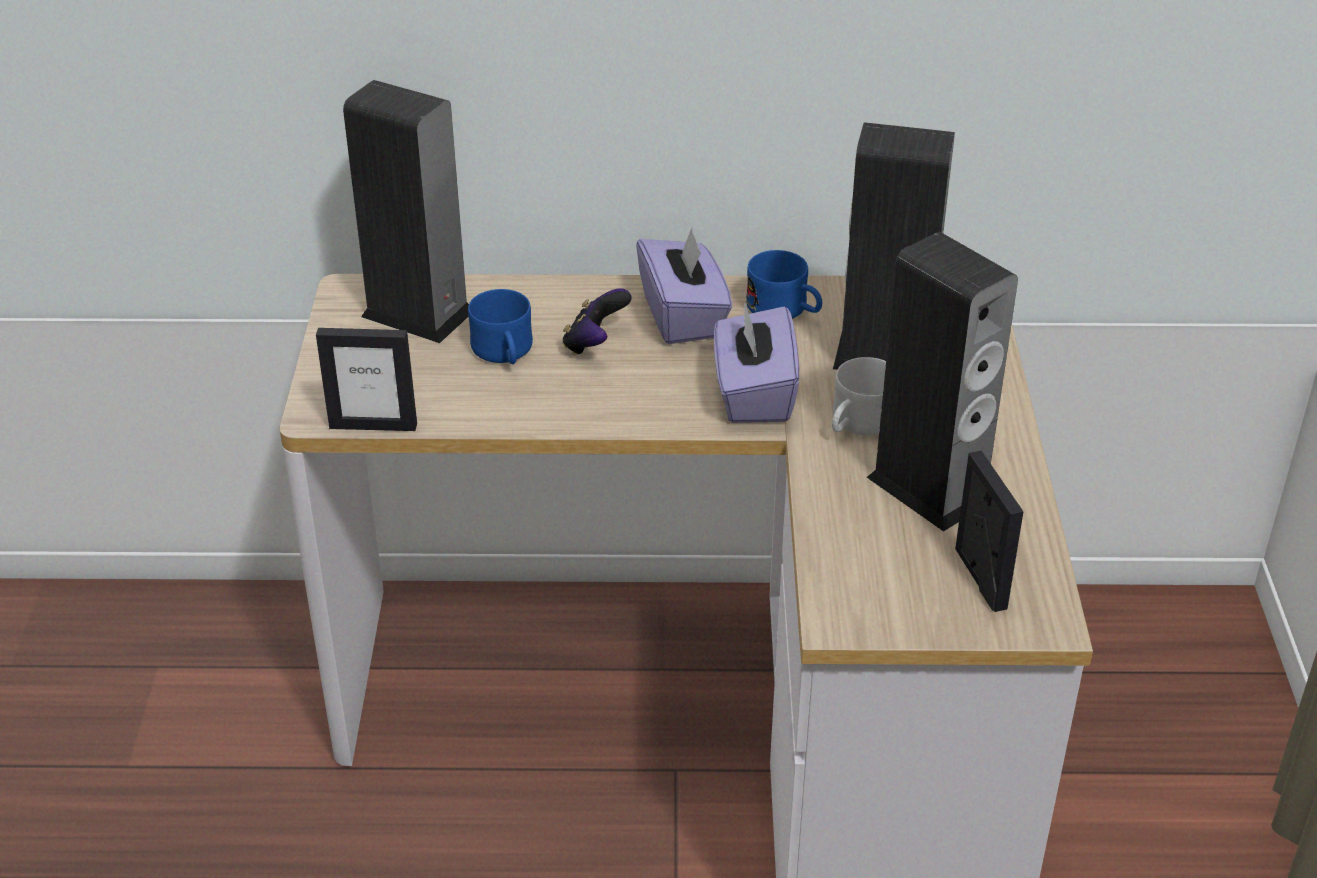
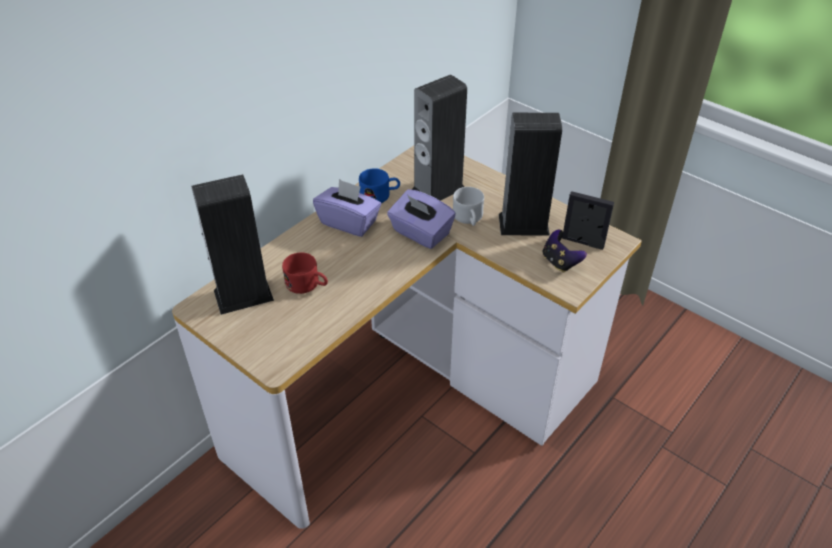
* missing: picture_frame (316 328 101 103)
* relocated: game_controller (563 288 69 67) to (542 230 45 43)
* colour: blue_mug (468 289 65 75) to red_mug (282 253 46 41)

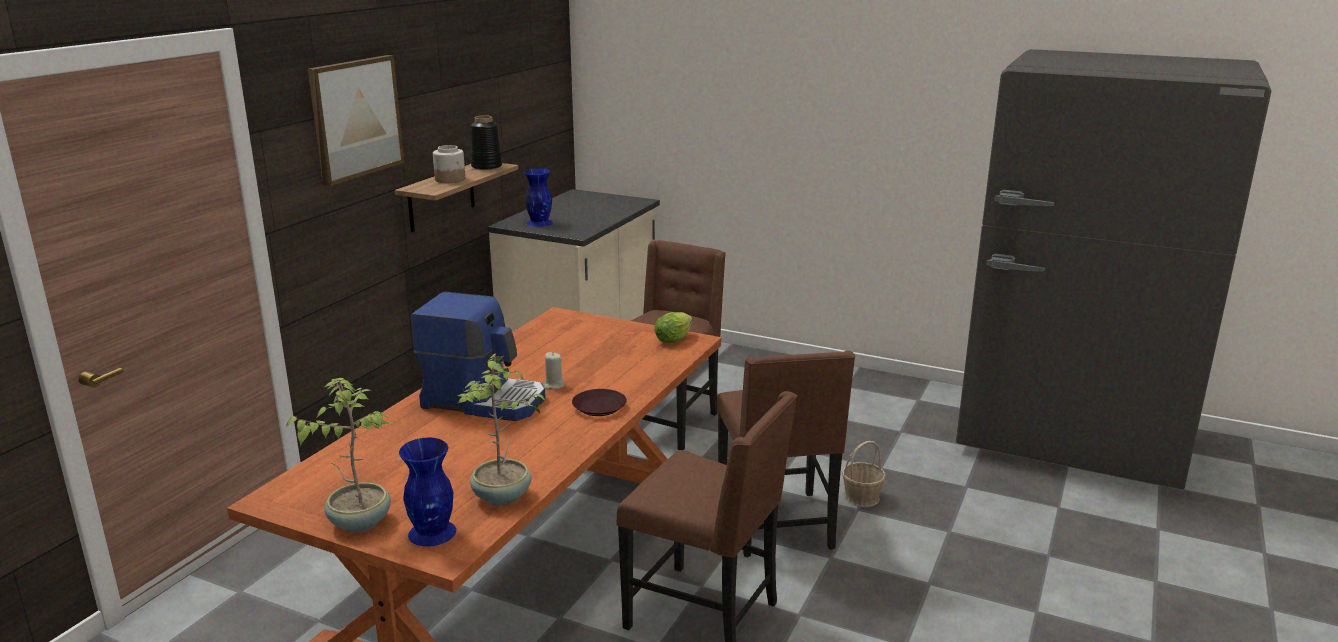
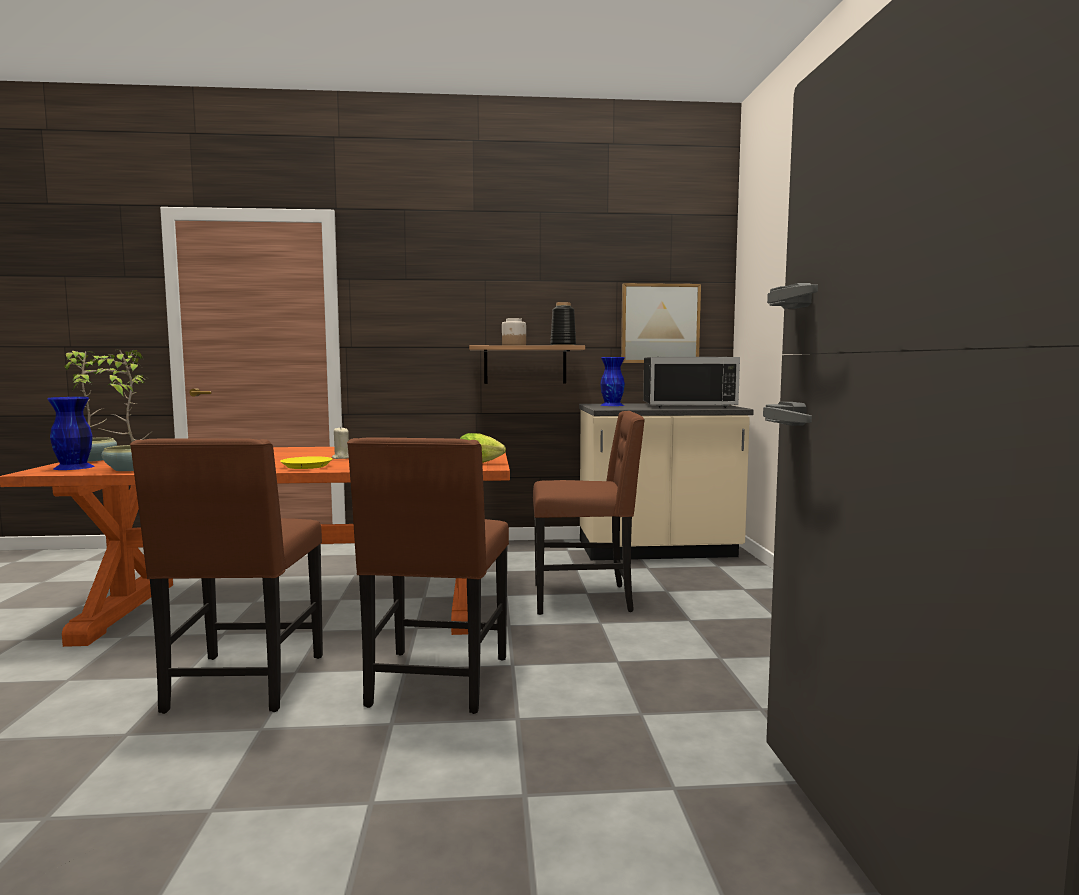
* missing: coffee_machine (411 292 134 129)
* missing: basket (842 441 44 66)
* appeared: black_microwave (643 357 97 51)
* relocated: picture (308 55 96 131) to (621 283 80 80)
* colour: brown_plate (572 389 55 27) to yellow_plate (280 456 52 13)
* spun: brown_chair (717 351 139 206) = (347 437 162 277) 45 degrees counterclockwise

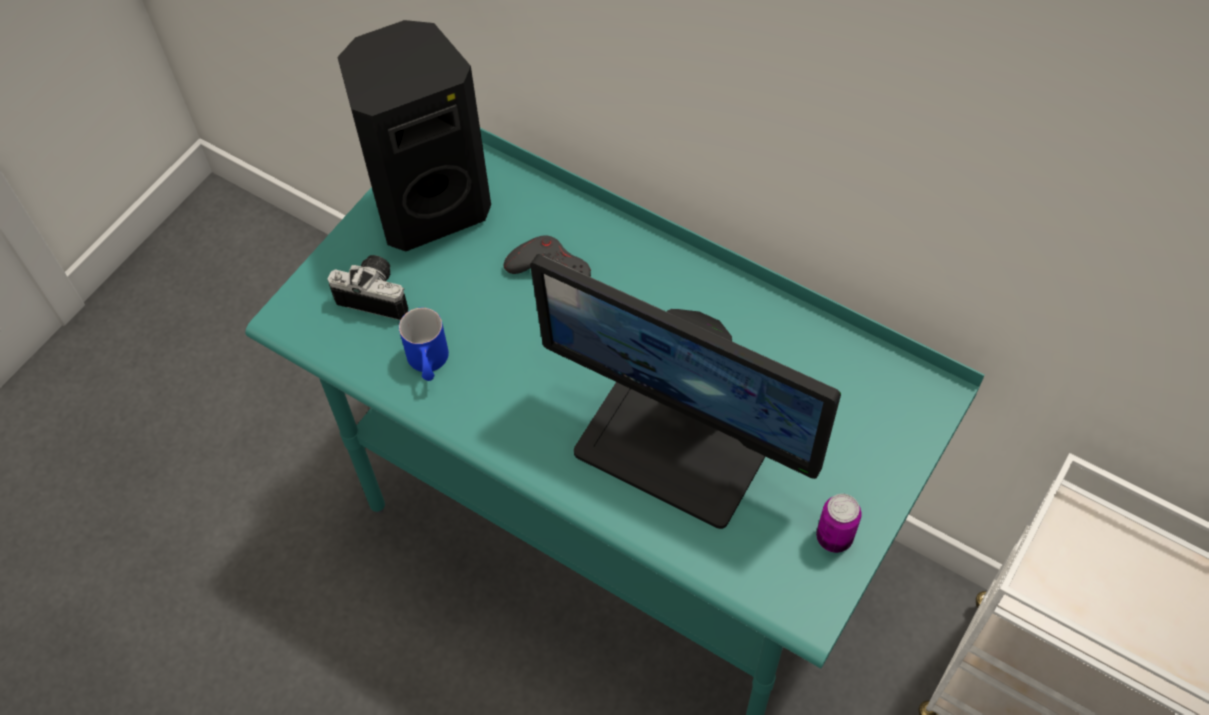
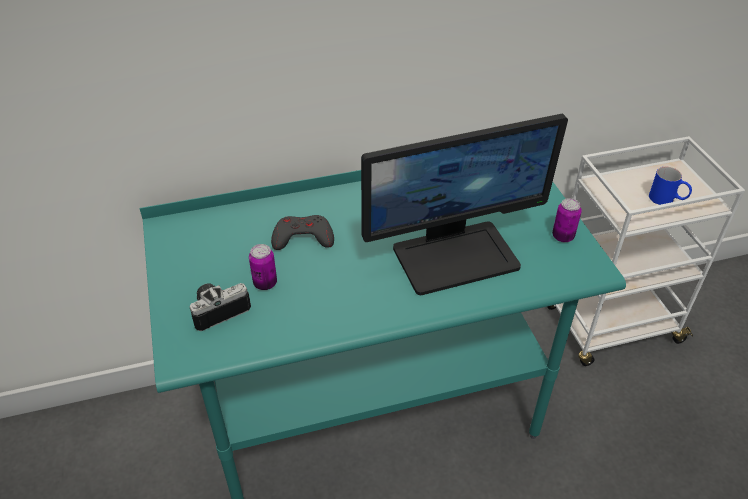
* missing: black_speaker (337 20 154 232)
* appeared: can (249 244 28 46)
* relocated: blue_mug (399 308 50 73) to (649 167 43 38)

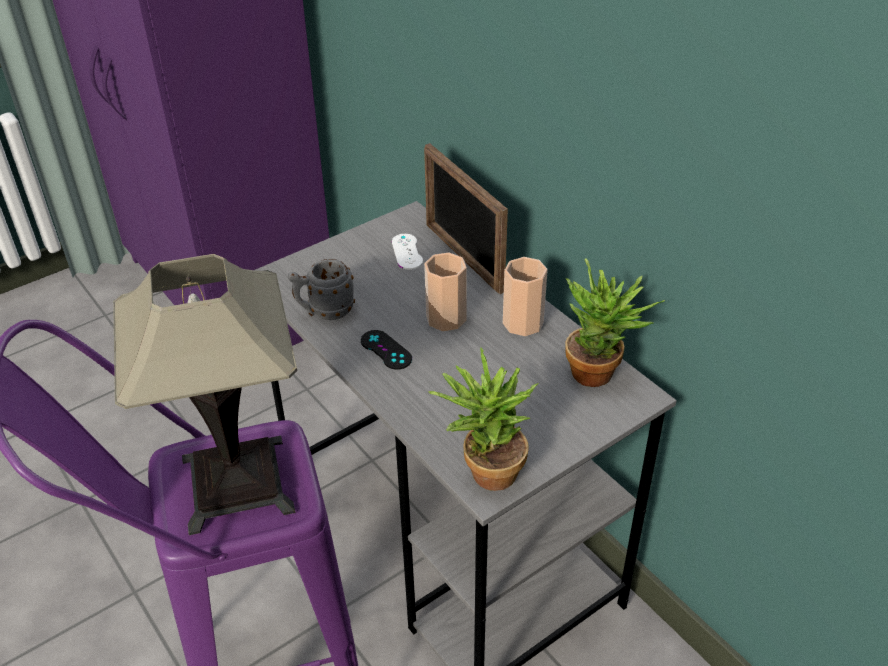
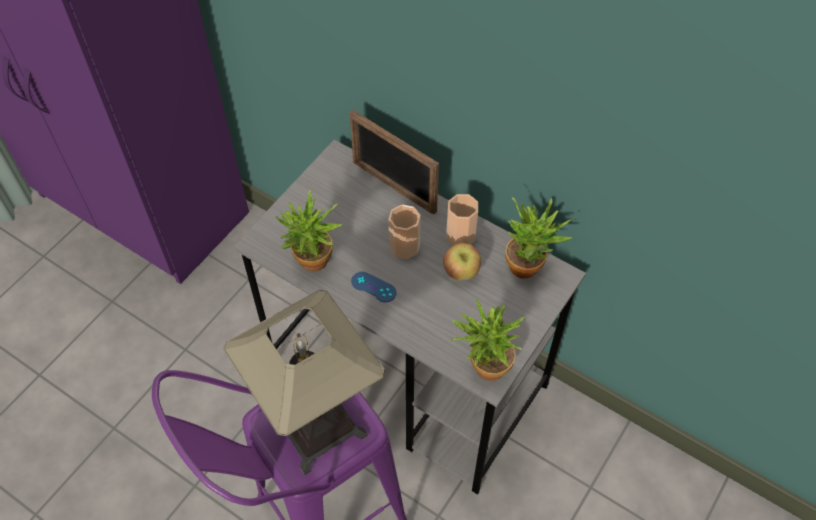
* missing: white_game_controller (392 234 31 36)
* appeared: apple (443 243 38 38)
* exchanged: grey_mug (288 259 67 61) to potted_plant (276 190 67 82)
* colour: black_game_controller (361 330 51 40) to blue_game_controller (351 272 46 30)

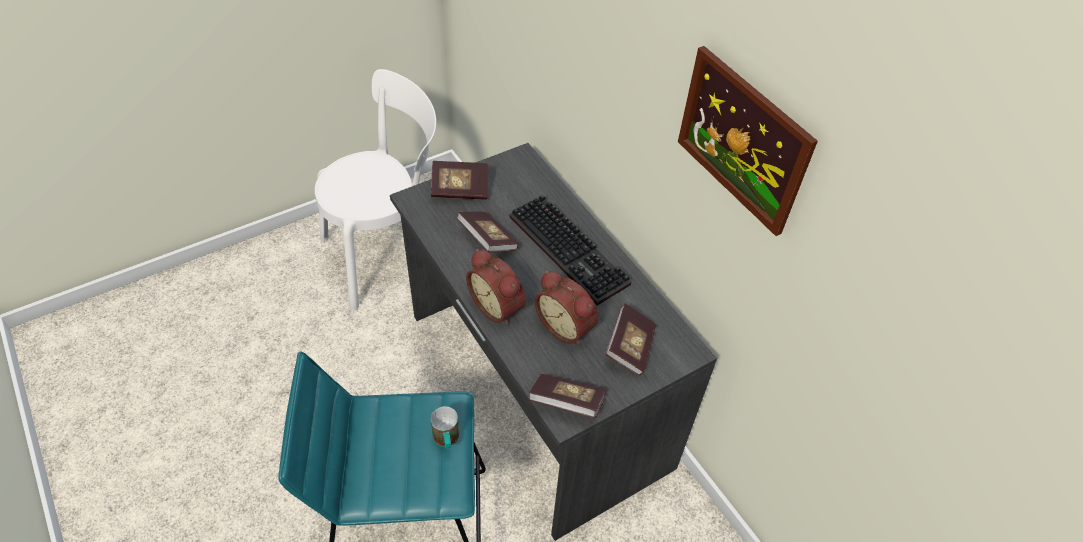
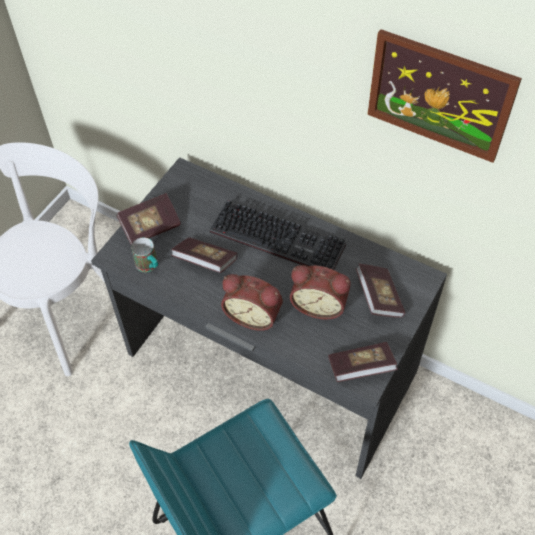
* relocated: mug (431 406 28 43) to (131 238 27 34)

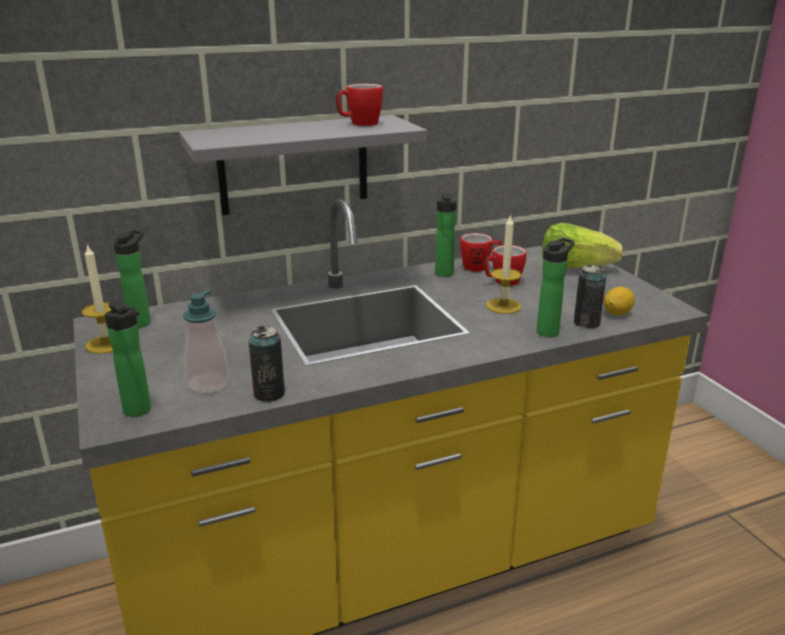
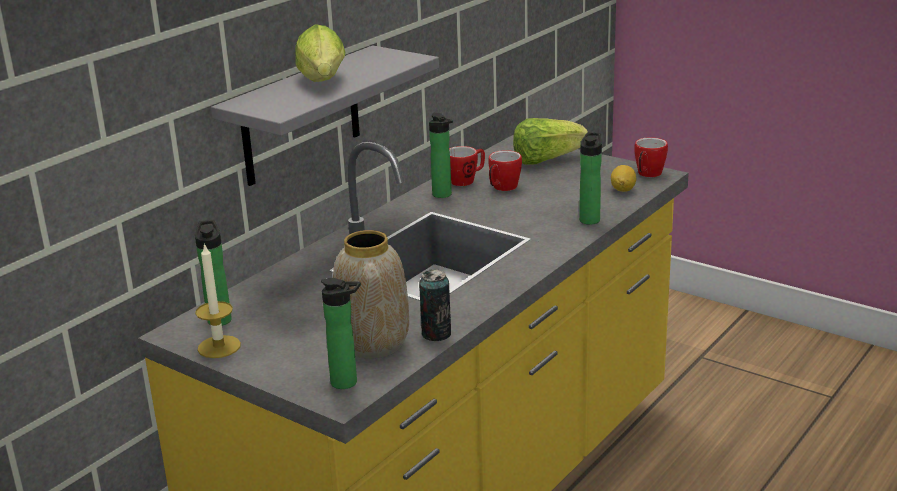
* missing: candle (486 214 36 100)
* missing: can (574 265 32 63)
* appeared: lettuce (295 24 50 58)
* relocated: mug (336 84 47 42) to (634 137 34 40)
* exchanged: soap_dispenser (183 290 46 103) to vase (333 230 76 128)

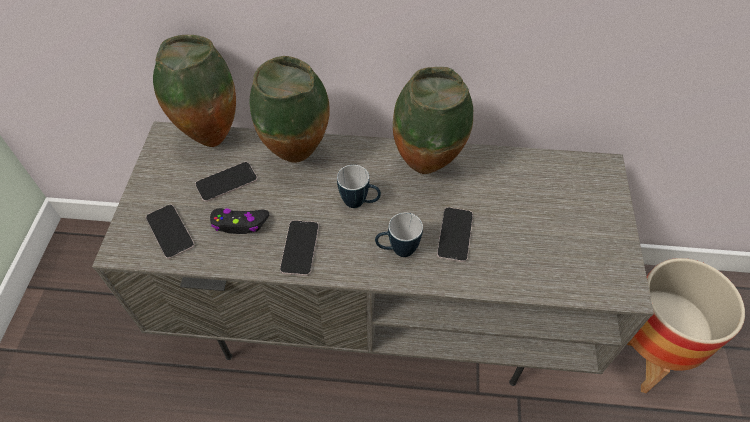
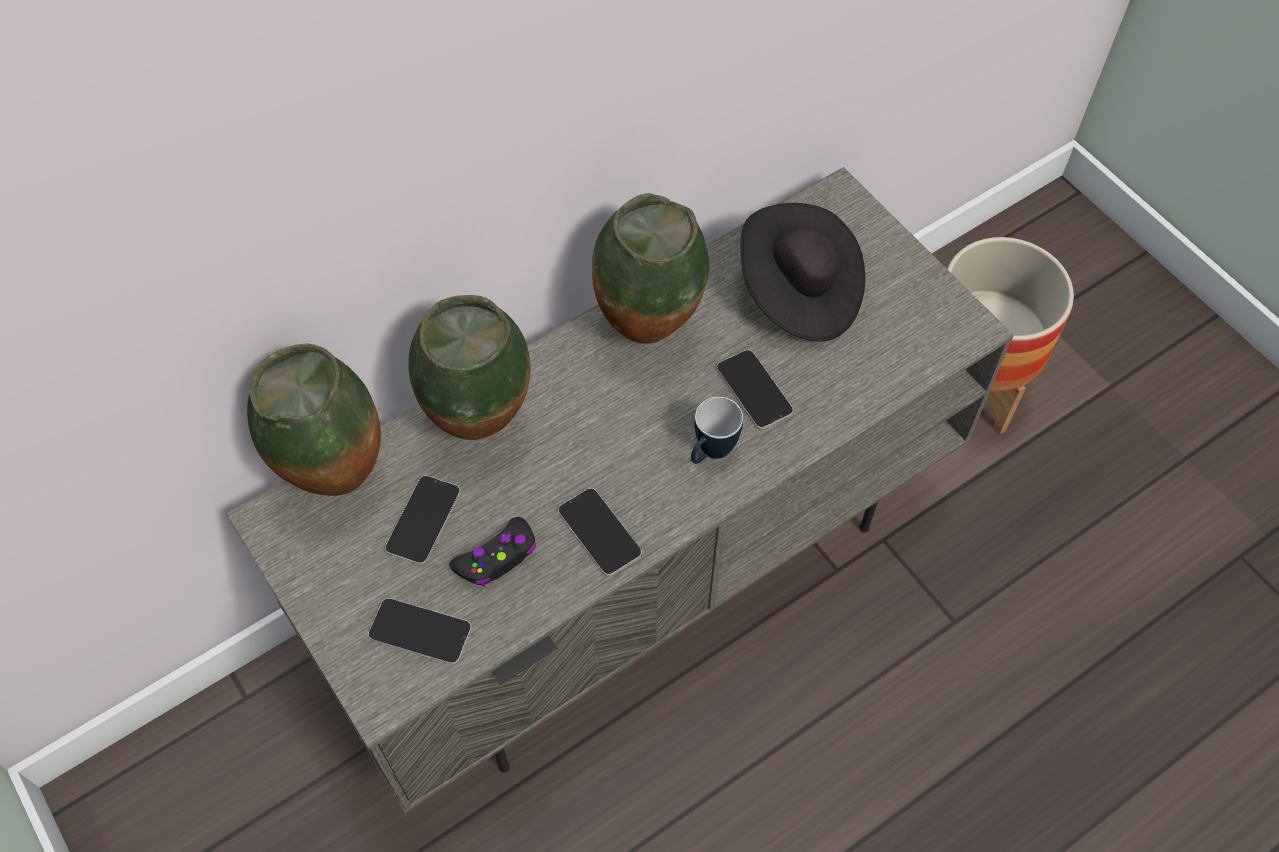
* missing: mug (337 165 44 43)
* appeared: black_hat (741 203 124 139)

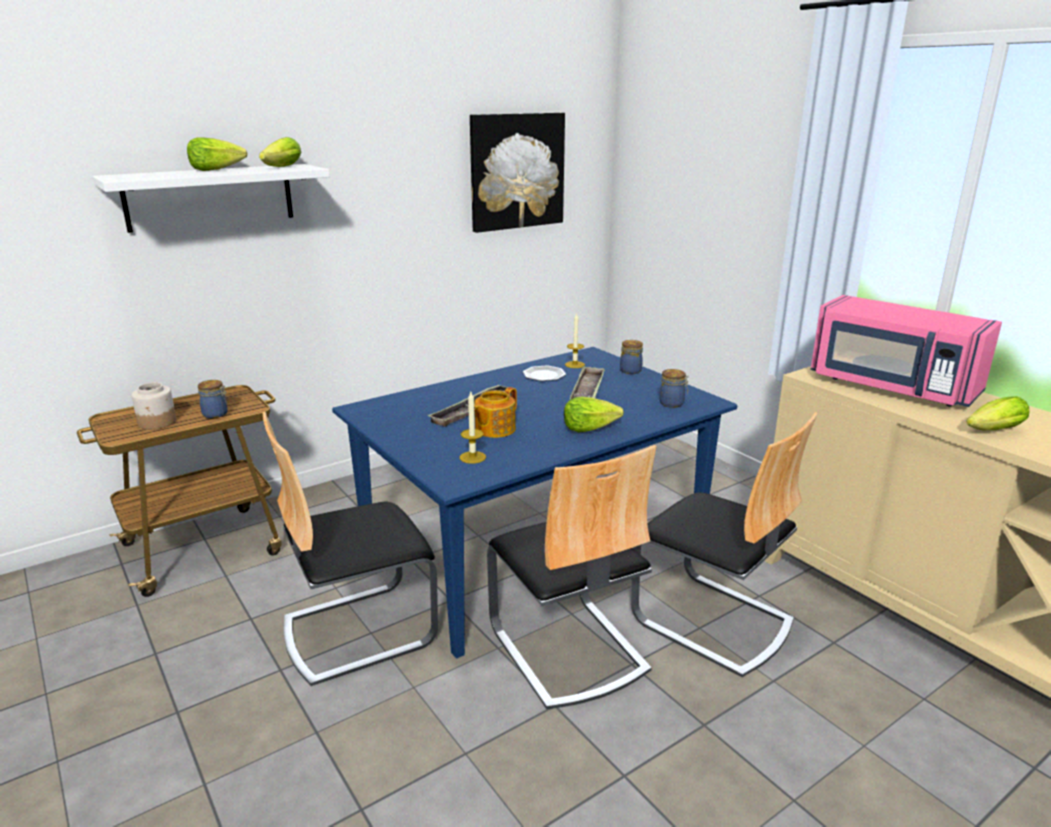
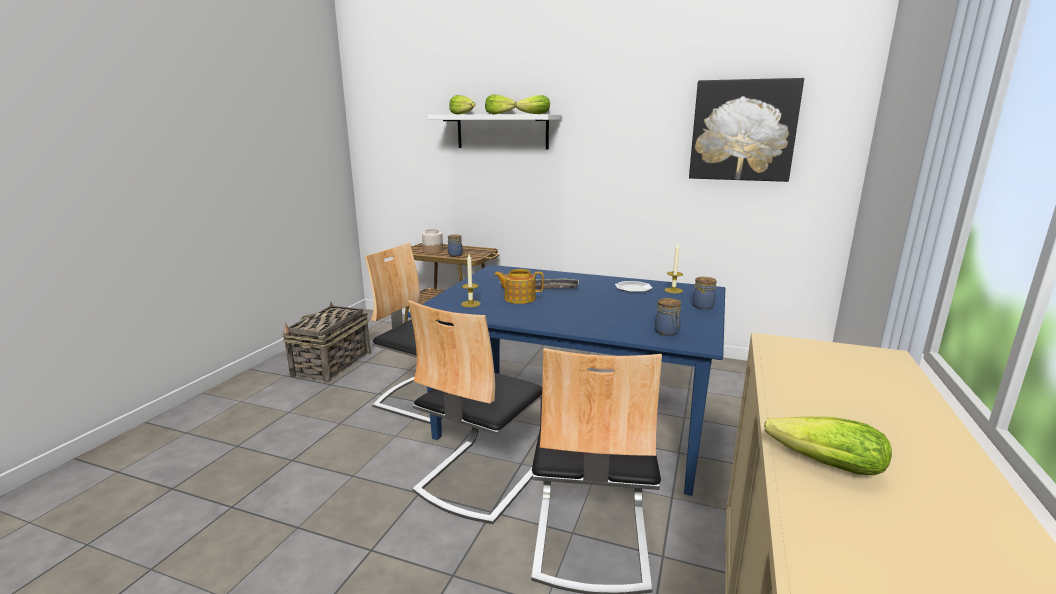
* missing: tray (570 366 35 33)
* missing: pink_microwave (810 295 192 112)
* appeared: basket (282 302 89 81)
* relocated: lettuce (564 397 60 35) to (449 95 26 20)

